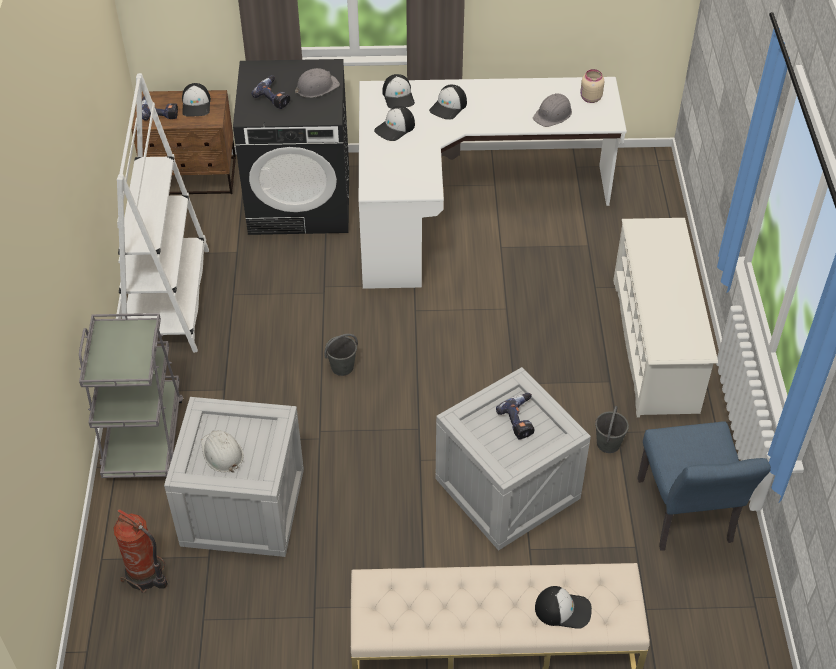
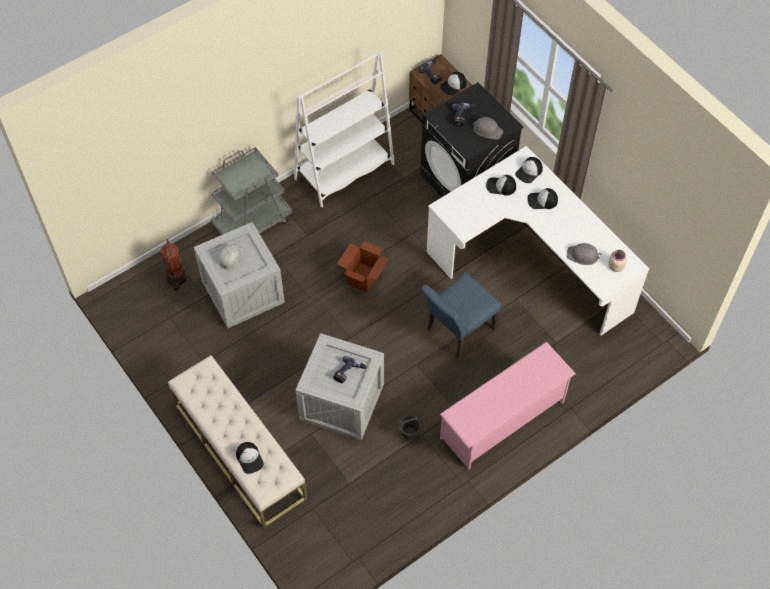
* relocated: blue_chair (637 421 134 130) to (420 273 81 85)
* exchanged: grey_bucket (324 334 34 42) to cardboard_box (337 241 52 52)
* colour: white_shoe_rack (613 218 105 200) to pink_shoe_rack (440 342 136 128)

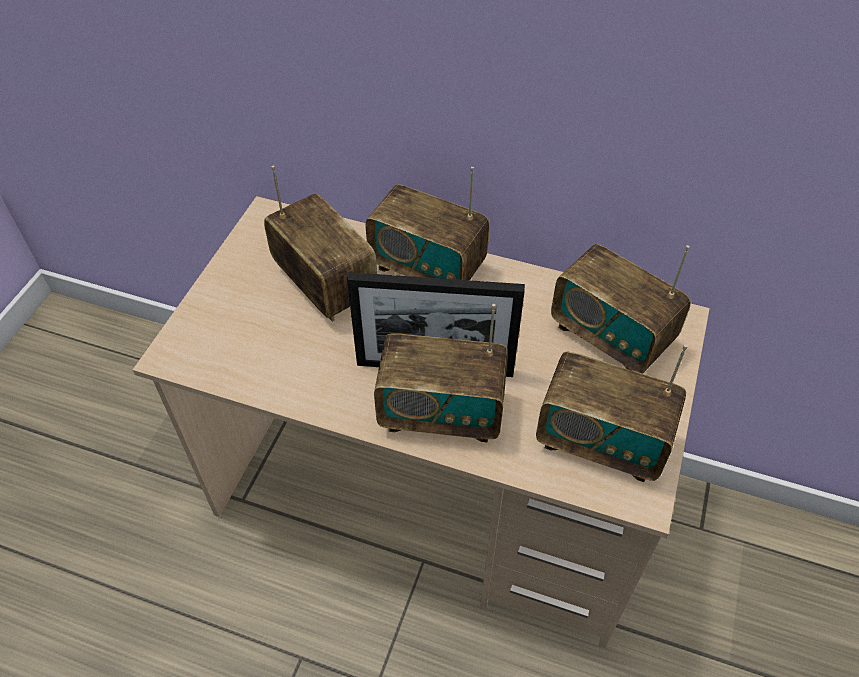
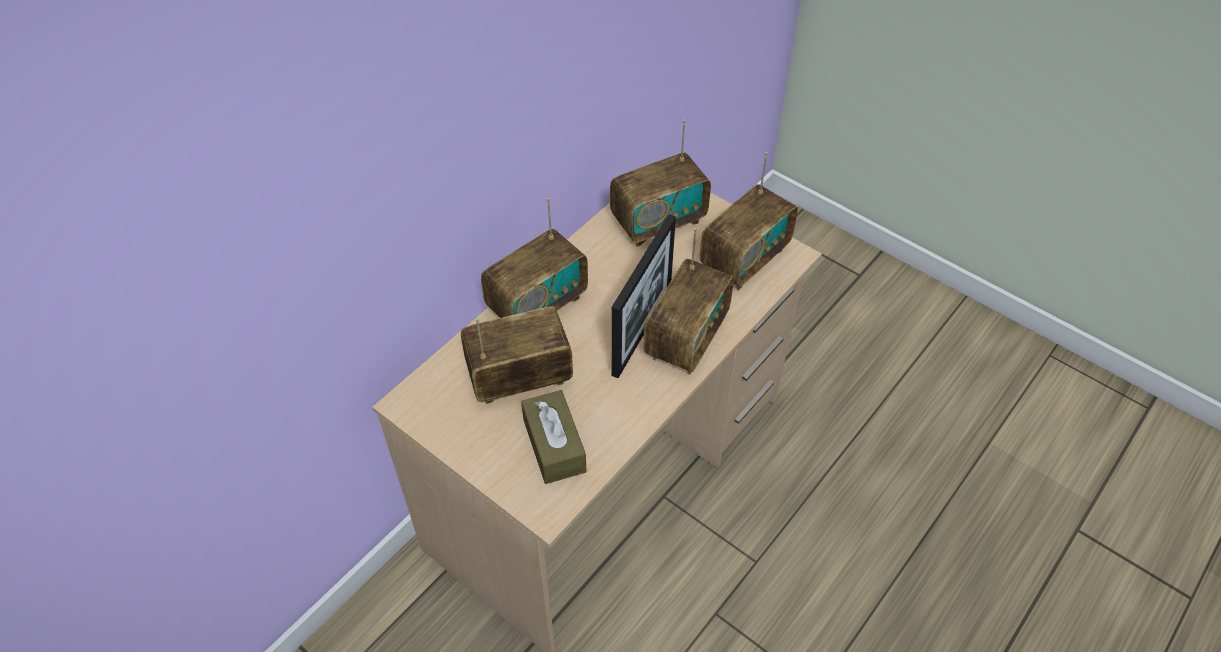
* appeared: brown_tissue_box (521 390 65 94)

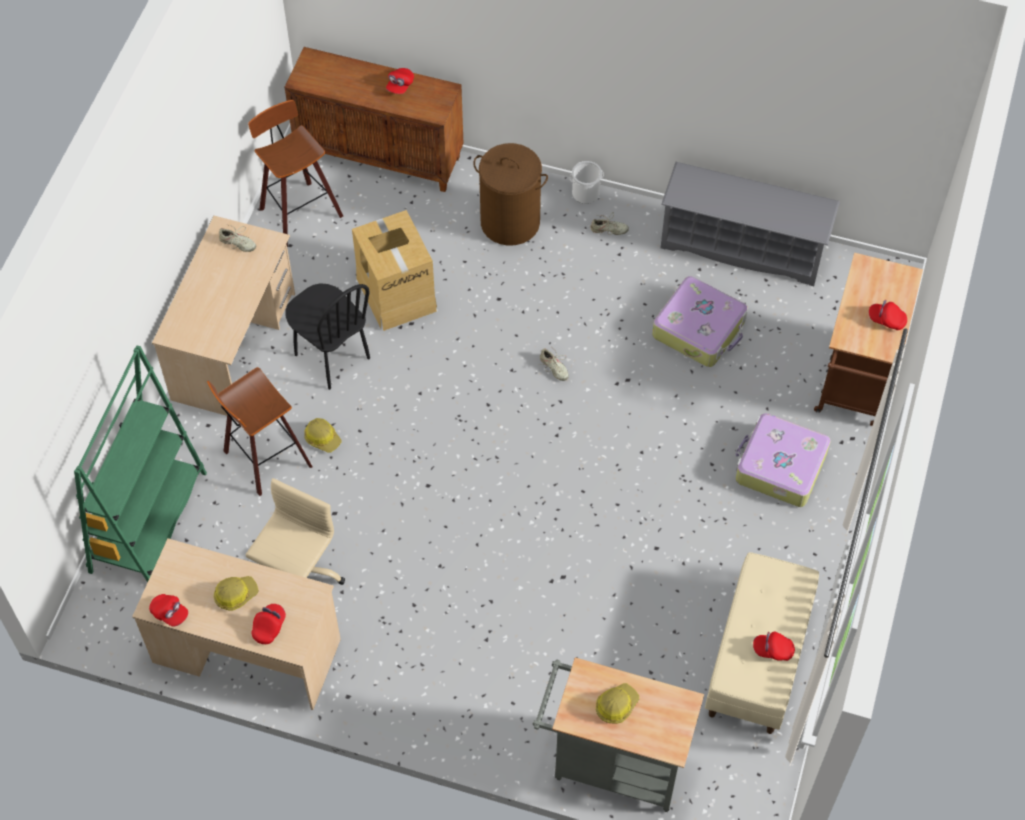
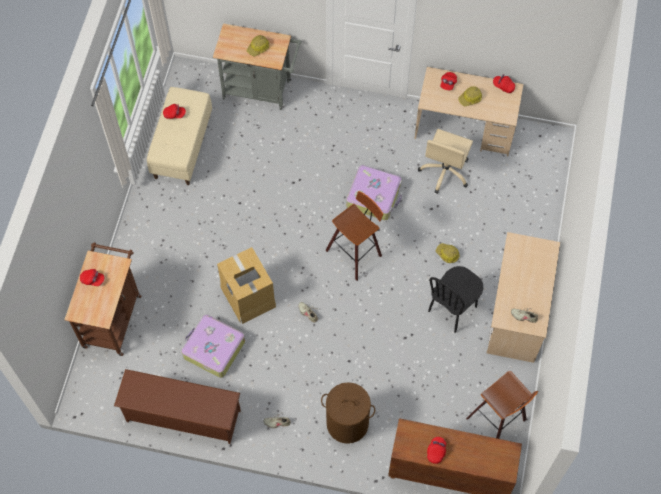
* missing: green_bookcase (74 346 133 236)
* missing: bucket (570 161 34 43)
* relocated: stool (207 367 105 129) to (326 191 57 90)
* relocated: cardboard_box (352 210 85 121) to (217 247 59 77)
* relocated: suitcase (735 413 96 94) to (346 165 56 55)
* colour: grey_shoe_rack (661 162 179 124) to brown_shoe_rack (114 369 127 75)
* spun: black_chair (285 283 85 107) = (428 266 55 67) 90 degrees counterclockwise

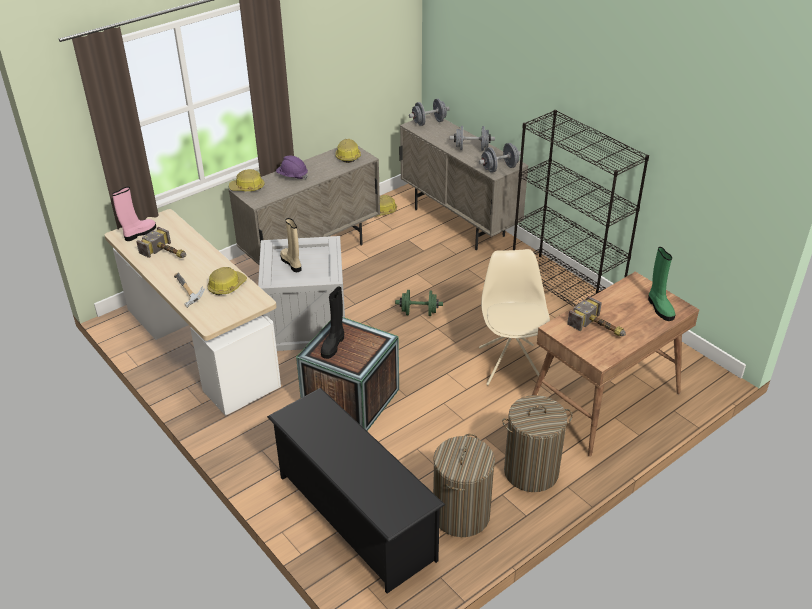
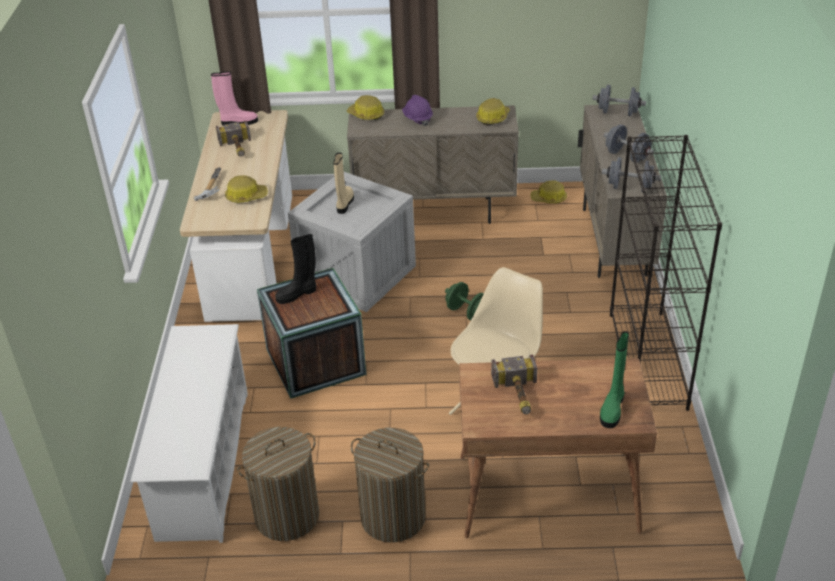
* colour: black_shoe_rack (267 388 178 205) to white_shoe_rack (130 324 118 219)

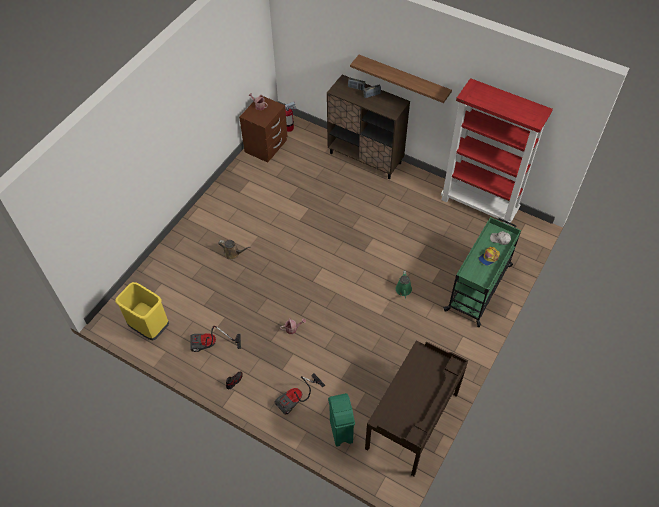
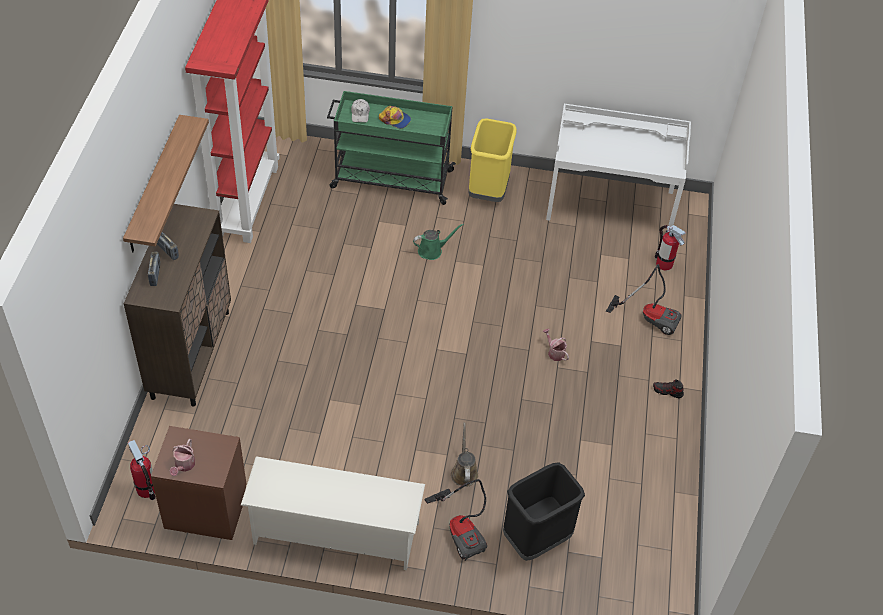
* appeared: white_shoe_rack (241 456 184 114)
* appeared: black_trash_can (503 462 82 99)
* relocated: yellow_trash_can (115 282 54 59) to (469 118 48 84)
* relocated: vacuum_cleaner (190 326 51 26) to (424 479 63 82)
* exchanged: green_trash_can (328 393 27 54) to fire_extinguisher (655 225 31 46)
* colour: brown_desk (365 340 103 136) to white_desk (546 104 145 126)

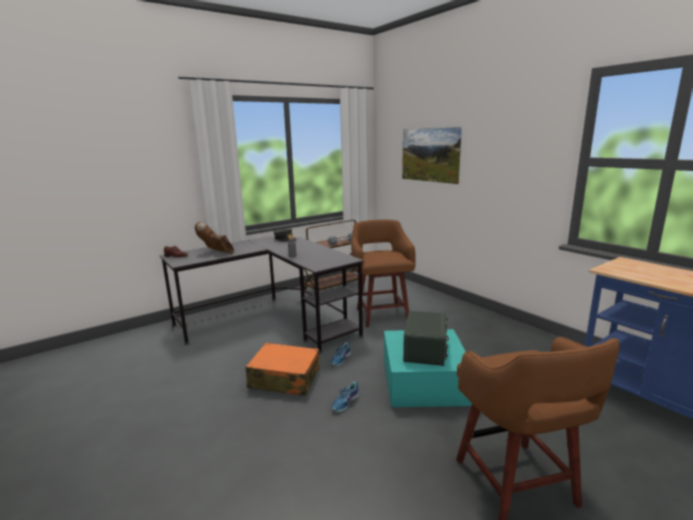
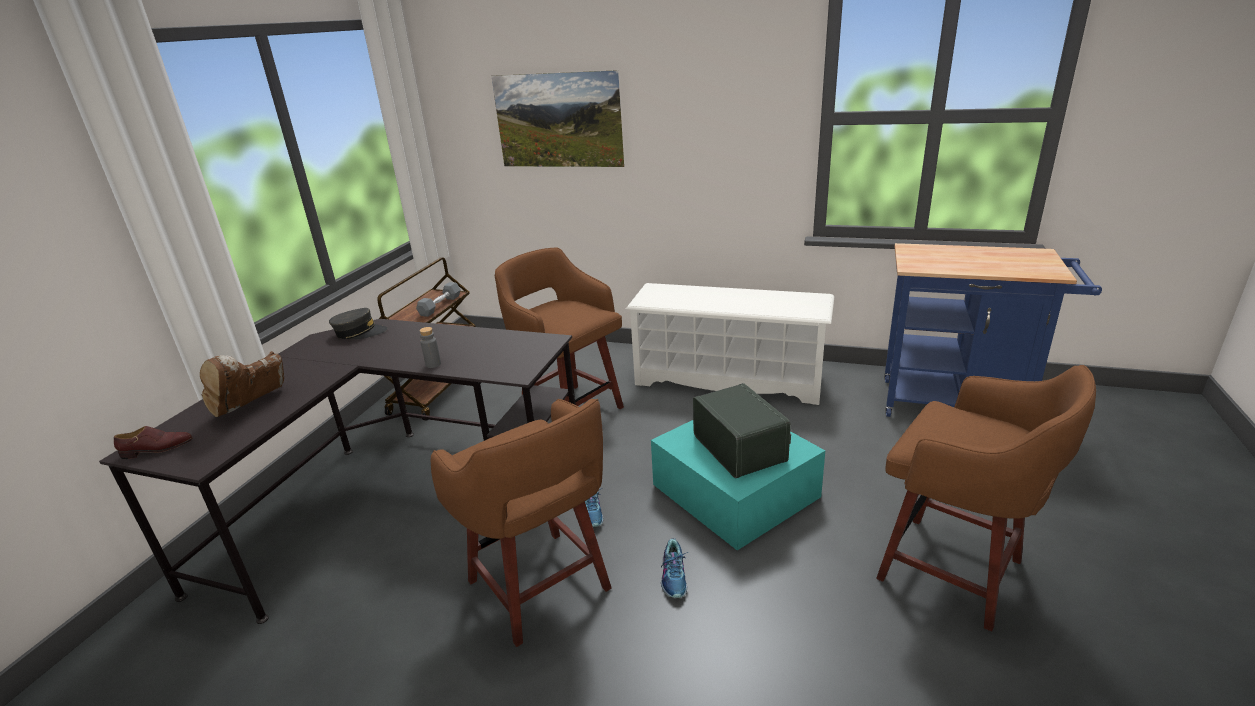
* appeared: white_shoe_rack (626 283 209 122)
* exchanged: orange_suitcase (246 343 73 53) to brown_stool (431 399 181 248)
* spun: brown_boot (195 222 39 32) = (200 351 84 66) 60 degrees counterclockwise

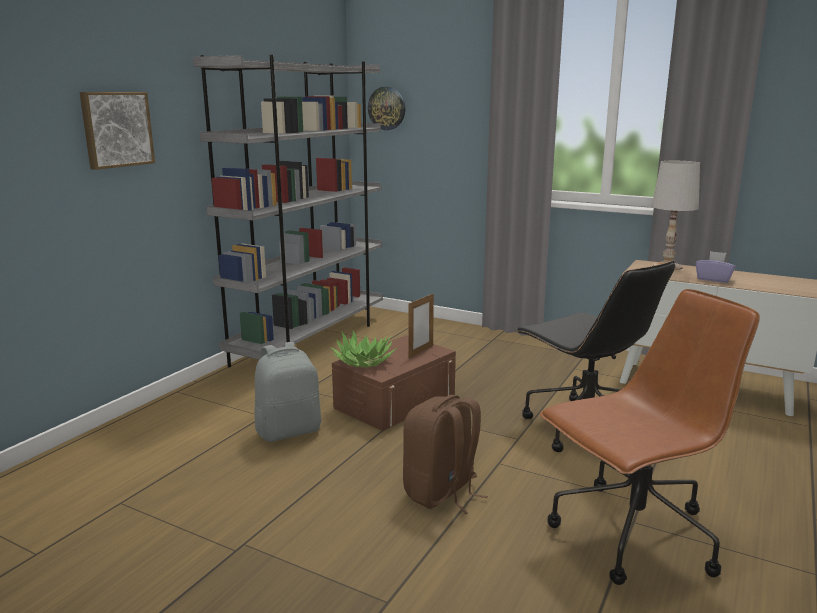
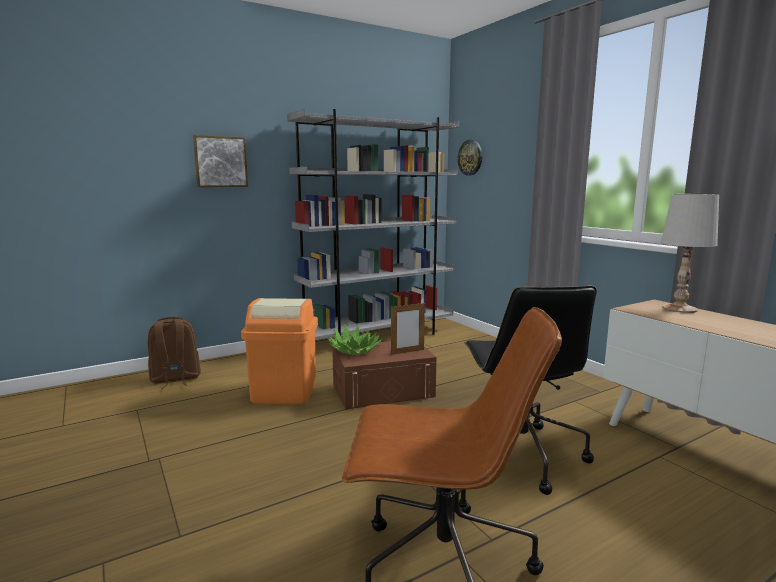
* missing: purple_tissue_box (696 251 40 32)
* relocated: brown_backpack (403 395 85 119) to (148 317 53 72)
* exchanged: grey_backpack (255 342 66 100) to orange_trash_can (241 298 77 106)

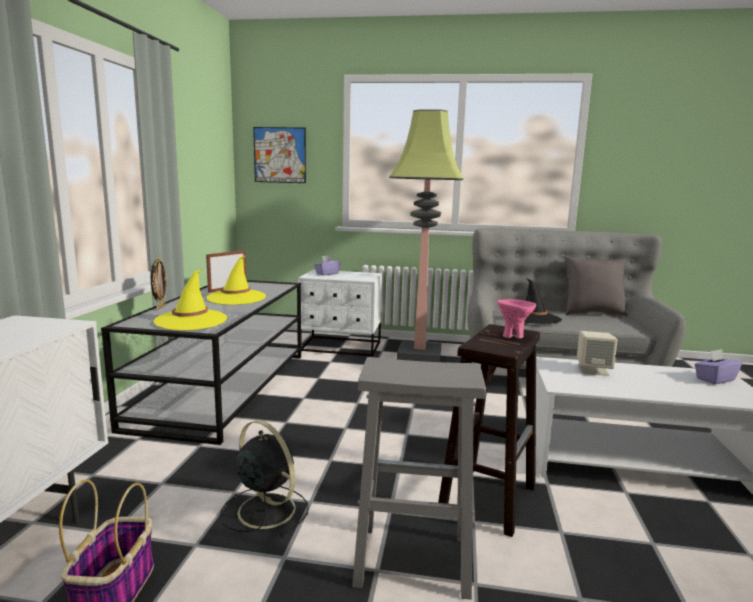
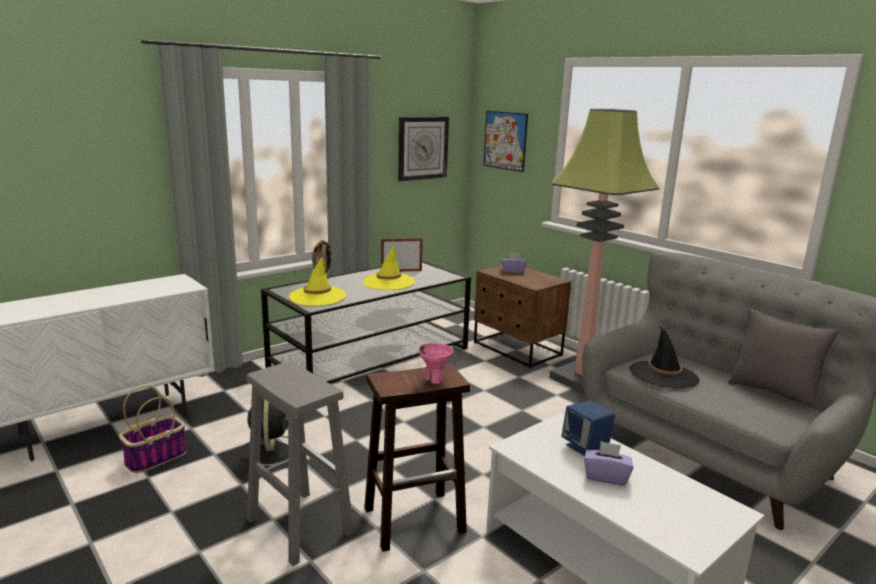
* appeared: wall_clock (398 117 51 64)
* relocated: purple_tissue_box (694 349 48 36) to (584 441 49 45)
* colour: white_nightstand (298 270 85 87) to brown_nightstand (474 266 97 102)
* colour: beige_speaker (577 331 40 45) to blue_speaker (562 401 53 55)

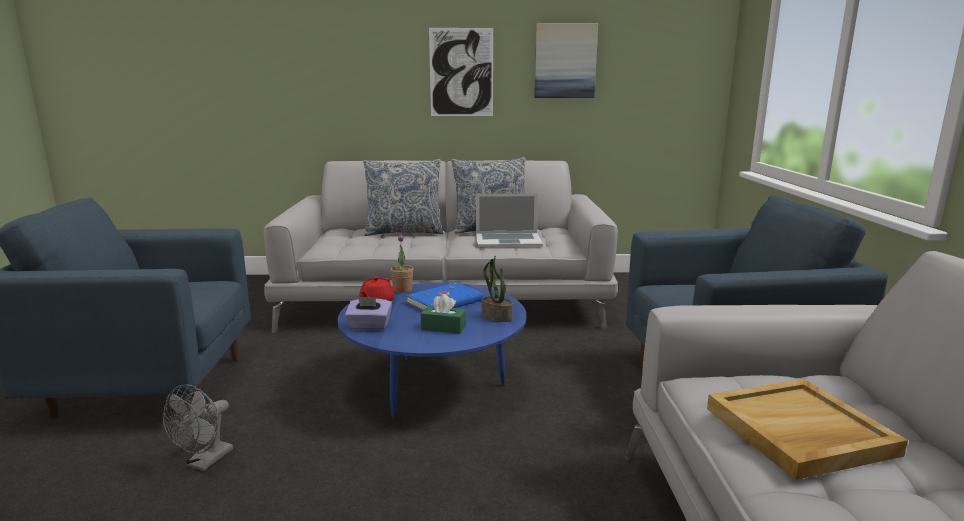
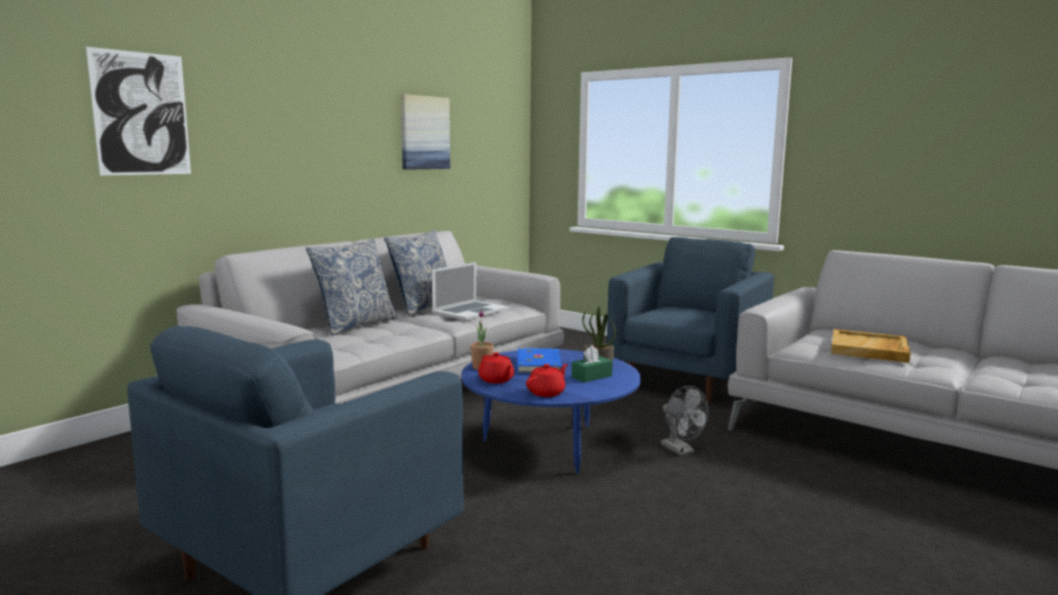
* relocated: grey_fan (163 384 70 87) to (661 386 48 70)
* relocated: picture (429 28 64 88) to (86 47 105 128)
* exchanged: purple_tissue_box (345 297 47 33) to red_teapot (526 364 42 33)

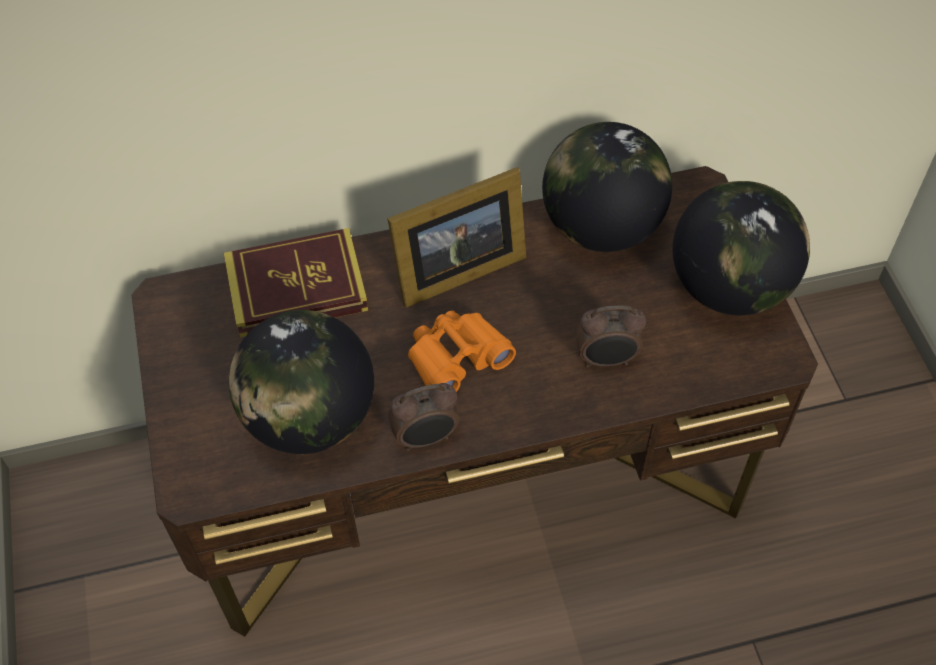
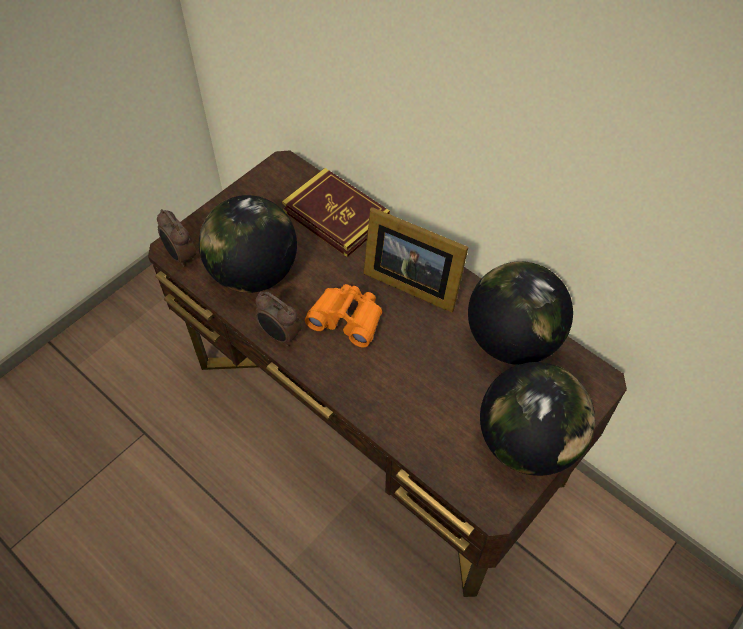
* relocated: alarm_clock (576 305 70 62) to (157 209 39 58)

